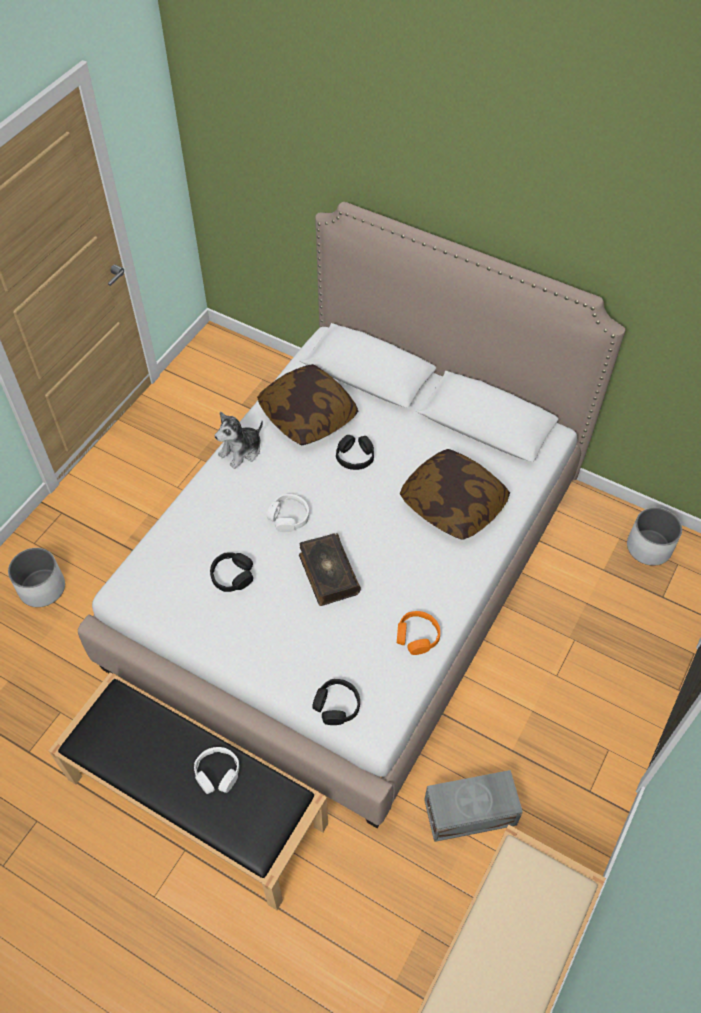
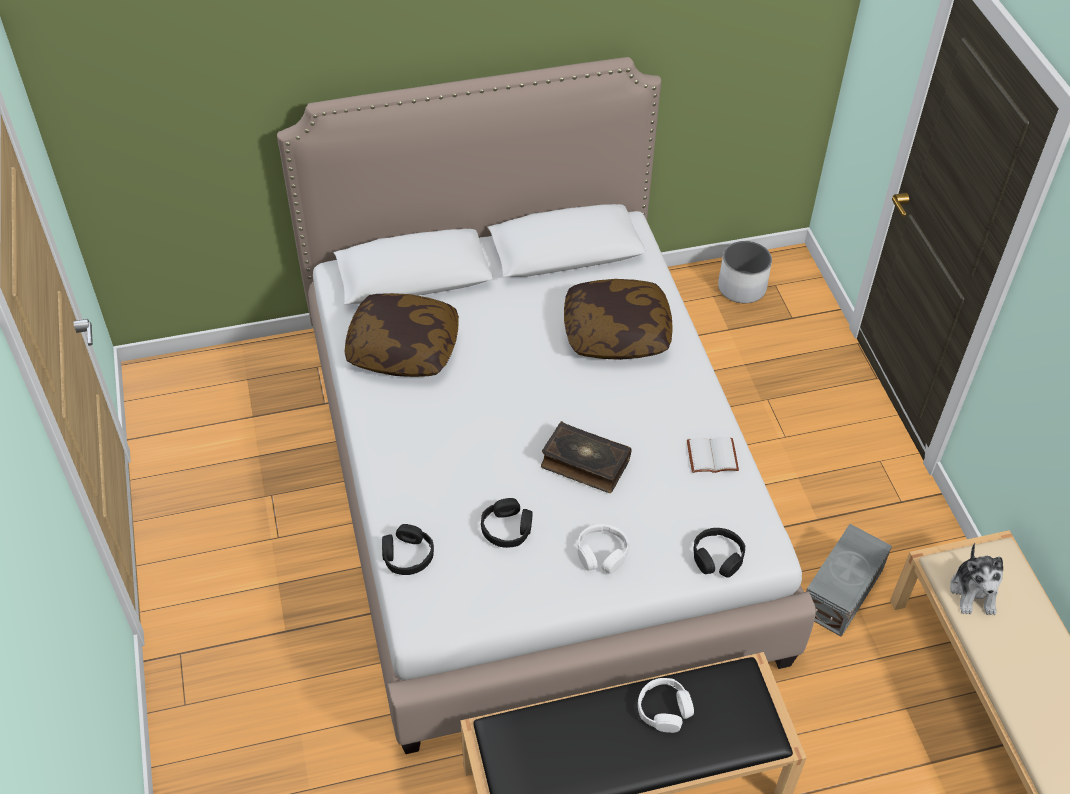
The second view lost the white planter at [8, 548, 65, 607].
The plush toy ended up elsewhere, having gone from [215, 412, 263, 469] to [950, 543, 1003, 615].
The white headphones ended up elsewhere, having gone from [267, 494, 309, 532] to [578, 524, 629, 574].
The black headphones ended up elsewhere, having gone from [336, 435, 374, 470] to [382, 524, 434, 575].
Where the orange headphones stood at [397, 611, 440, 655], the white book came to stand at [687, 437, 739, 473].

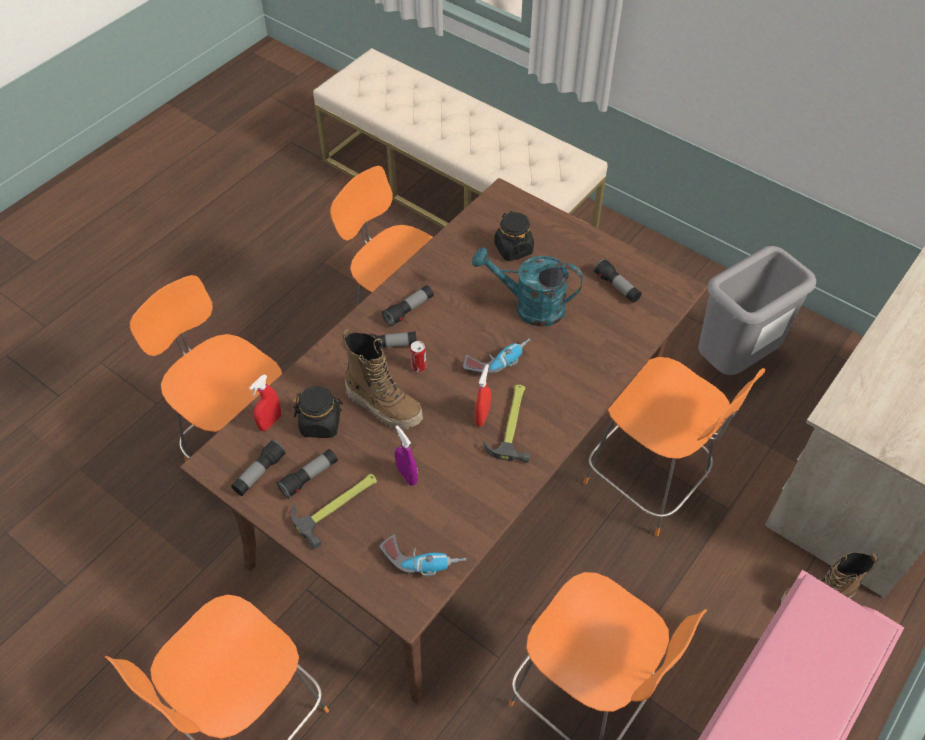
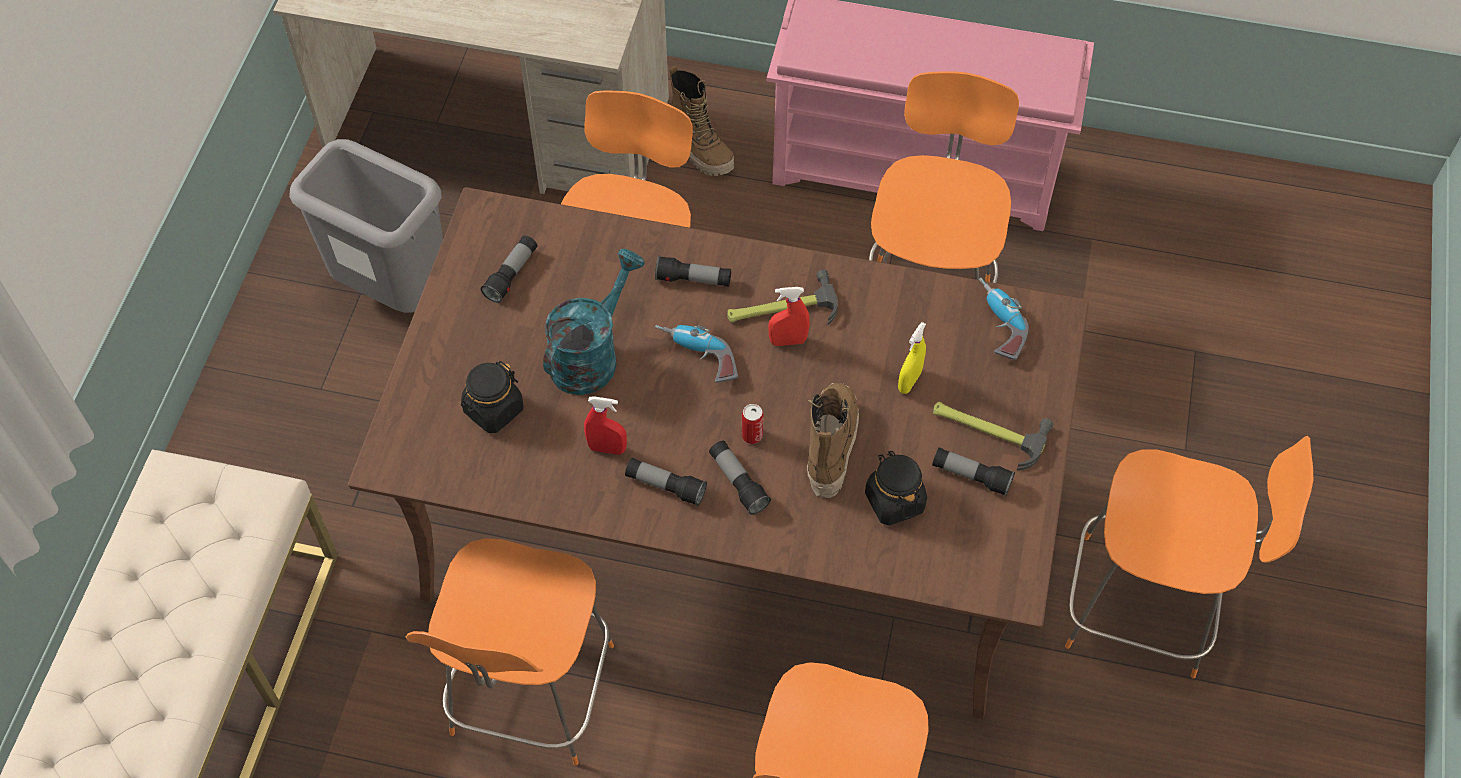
The flashlight ended up elsewhere, having gone from [231, 440, 286, 496] to [655, 256, 731, 287].
The red spray bottle ended up elsewhere, having gone from [249, 374, 281, 431] to [584, 396, 627, 455].
What was the purple spray bottle at [395, 425, 418, 486] turned into the yellow spray bottle at [898, 322, 926, 394].
The turquoise watering can at [472, 247, 583, 327] ended up facing another way, 135 degrees counterclockwise from before.

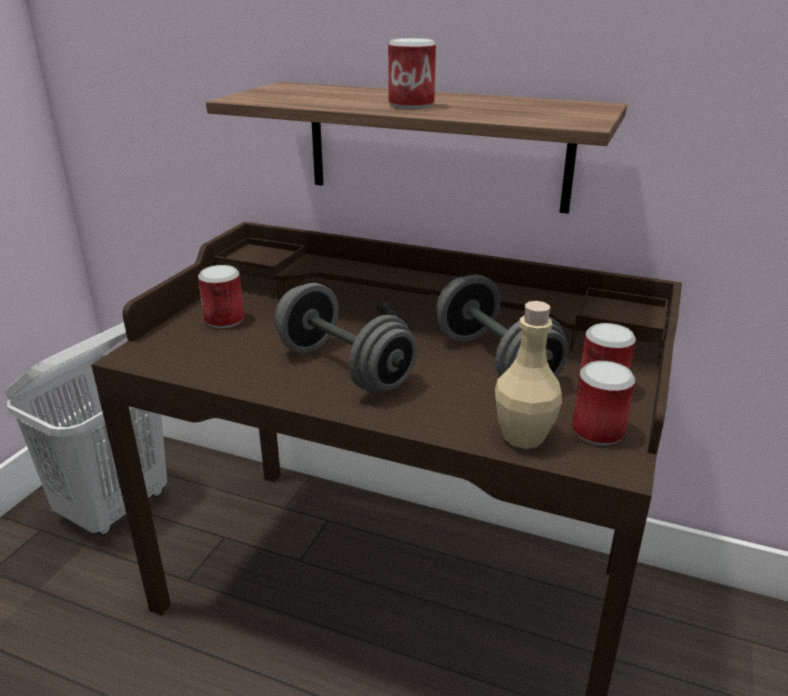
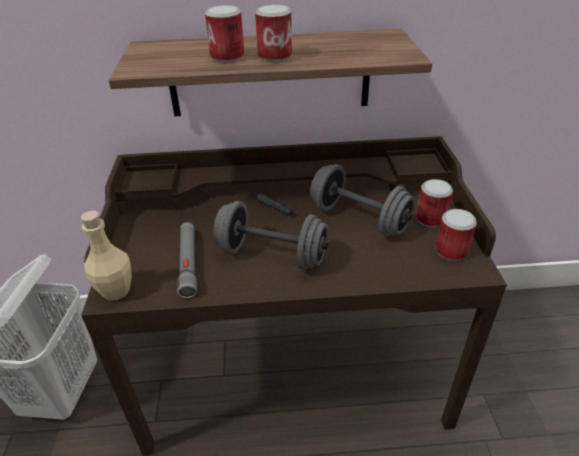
The second view gained the grey flashlight at [177, 222, 197, 298].
The can ended up elsewhere, having gone from [198, 265, 244, 328] to [205, 5, 244, 63].
The beige bottle ended up elsewhere, having gone from [495, 301, 562, 449] to [81, 211, 132, 301].

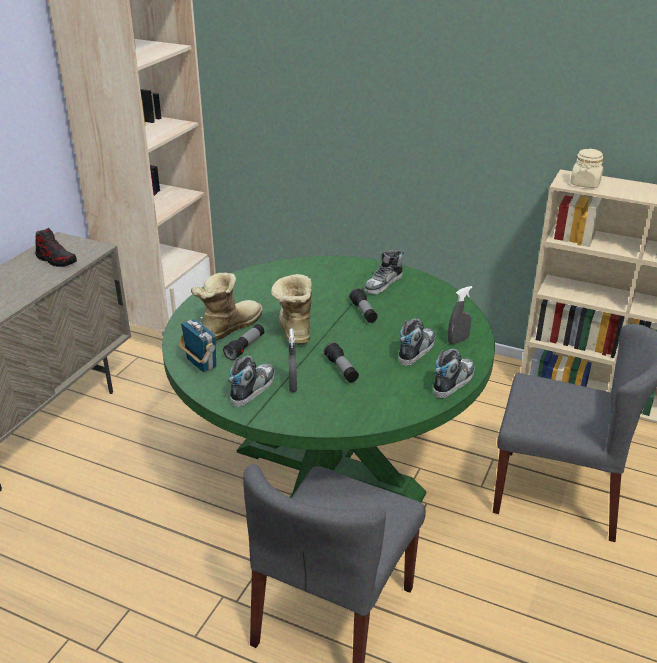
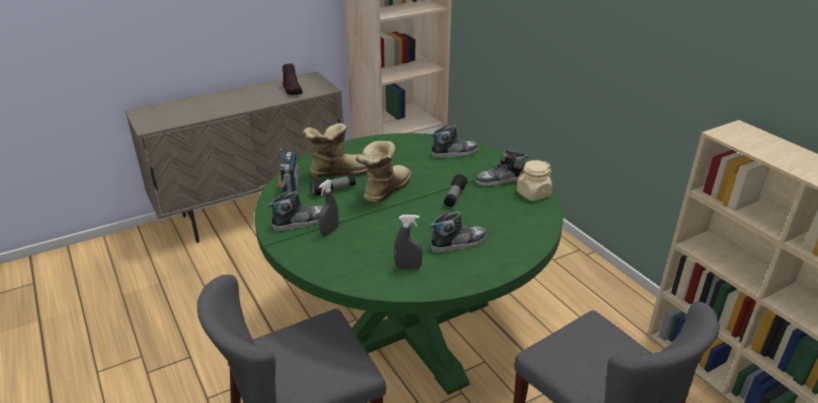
The second view lost the flashlight at [324, 342, 359, 382].
The shoe ended up elsewhere, having gone from [433, 349, 475, 398] to [431, 125, 479, 158].
The grey spray bottle ended up elsewhere, having gone from [448, 286, 472, 344] to [394, 215, 423, 270].
The beige jar ended up elsewhere, having gone from [570, 149, 603, 188] to [516, 160, 552, 201].

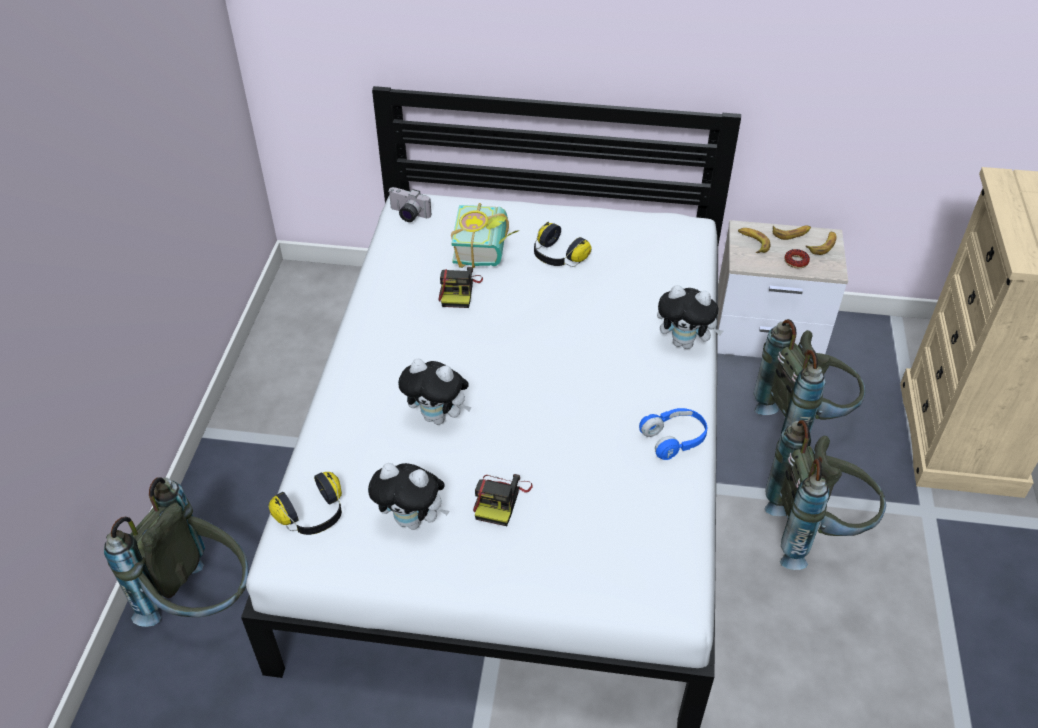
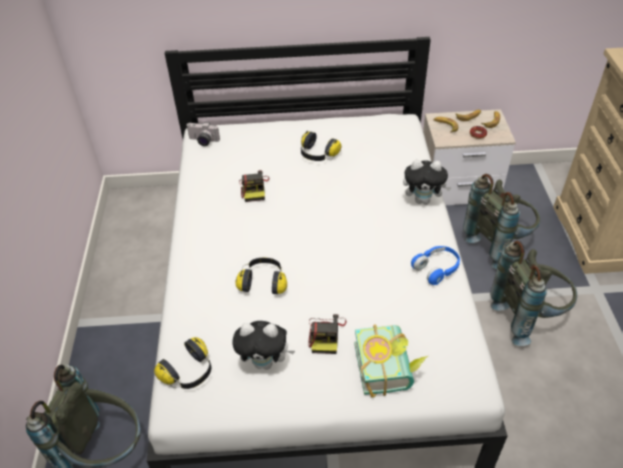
The book ended up elsewhere, having gone from [451, 203, 520, 268] to [354, 324, 428, 398].
Where the plush toy stood at [398, 359, 472, 425], the headphones came to stand at [236, 258, 287, 294].

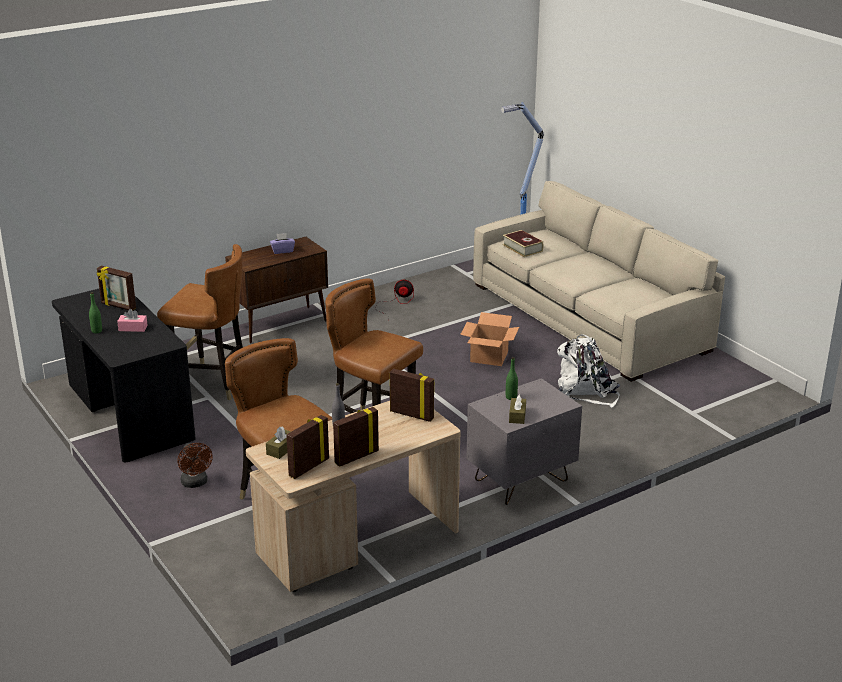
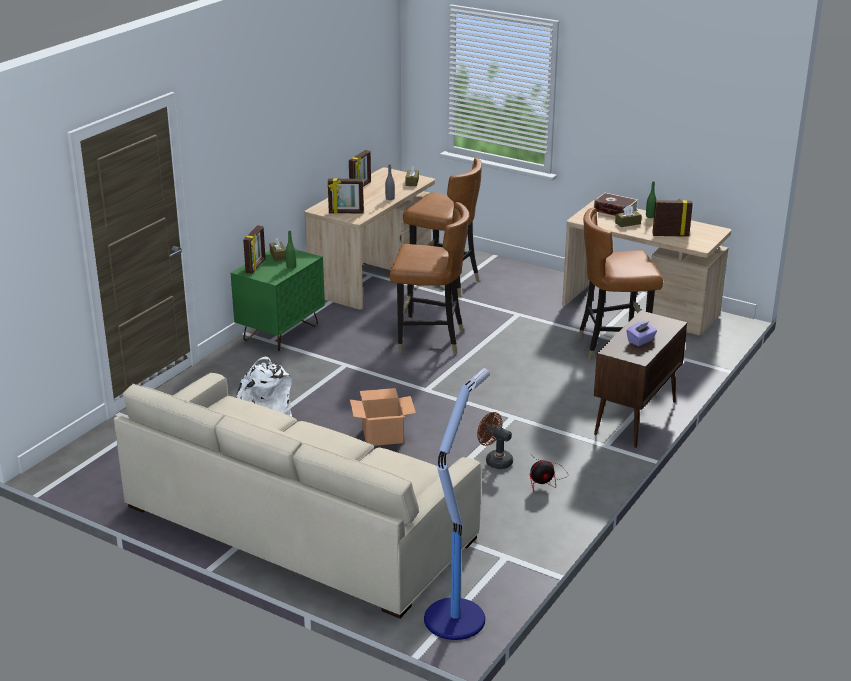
The brown fan ended up elsewhere, having gone from [177, 443, 213, 488] to [477, 412, 513, 469].
The picture frame ended up elsewhere, having gone from [286, 415, 329, 479] to [243, 225, 266, 274].
The book ended up elsewhere, having gone from [503, 230, 543, 257] to [594, 193, 638, 216].
What was the black desk at [52, 289, 196, 463] turned into the beige desk at [562, 200, 731, 336].
What was the pink tissue box at [117, 309, 147, 332] turned into the brown tissue box at [615, 205, 642, 227].
What was the grey nightstand at [466, 378, 582, 505] turned into the green nightstand at [231, 246, 325, 351].

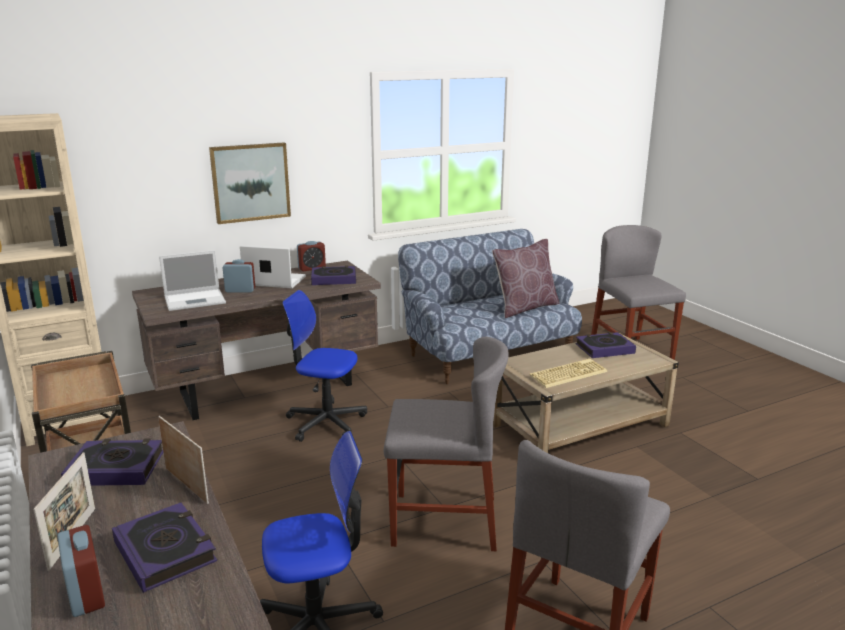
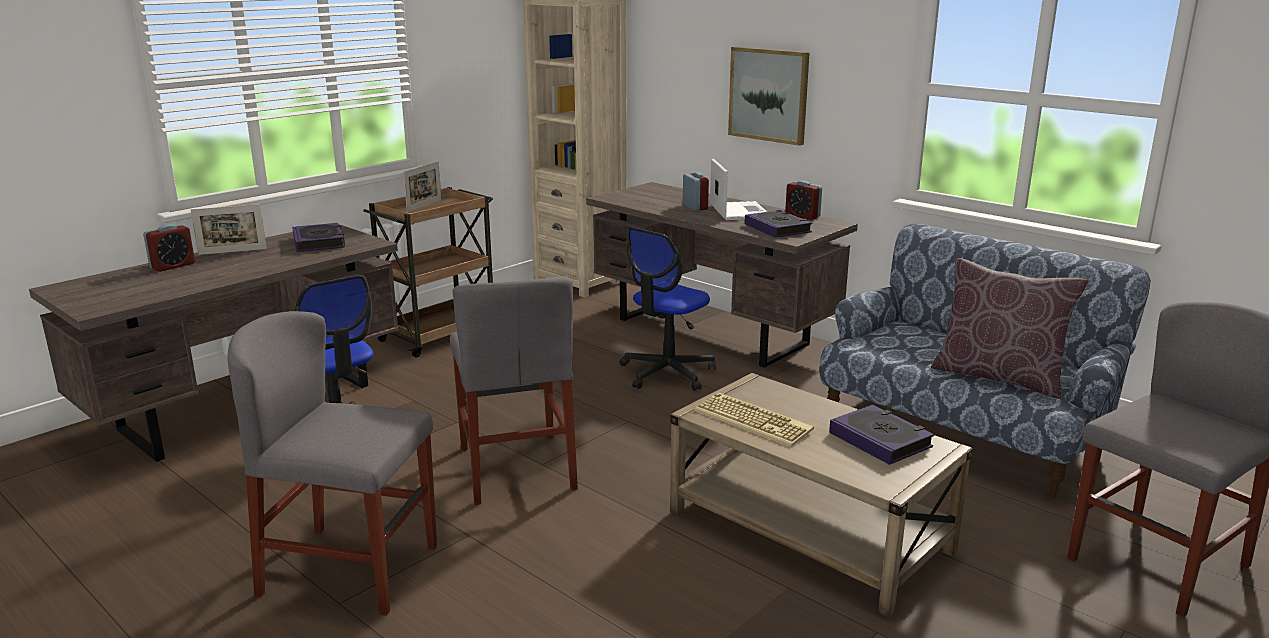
The second view lost the book at [112, 503, 217, 593].
The second view lost the laptop at [159, 250, 226, 311].
The picture frame ended up elsewhere, having gone from [158, 416, 209, 504] to [403, 162, 441, 212].
The office chair at [282, 290, 367, 442] ended up facing another way, 135 degrees counterclockwise from before.

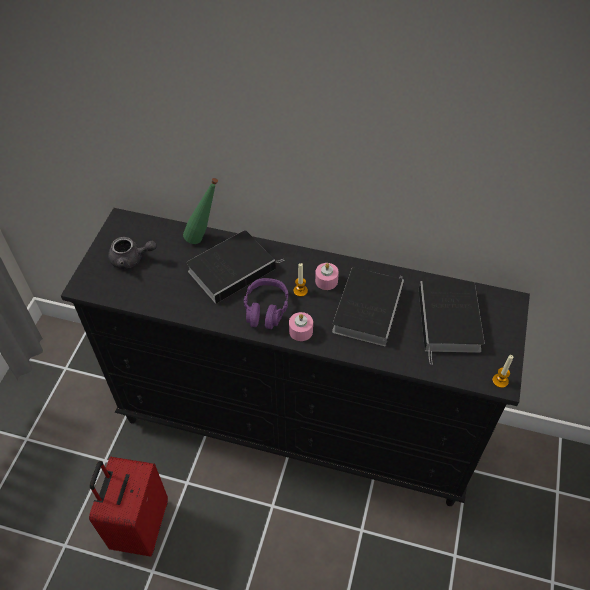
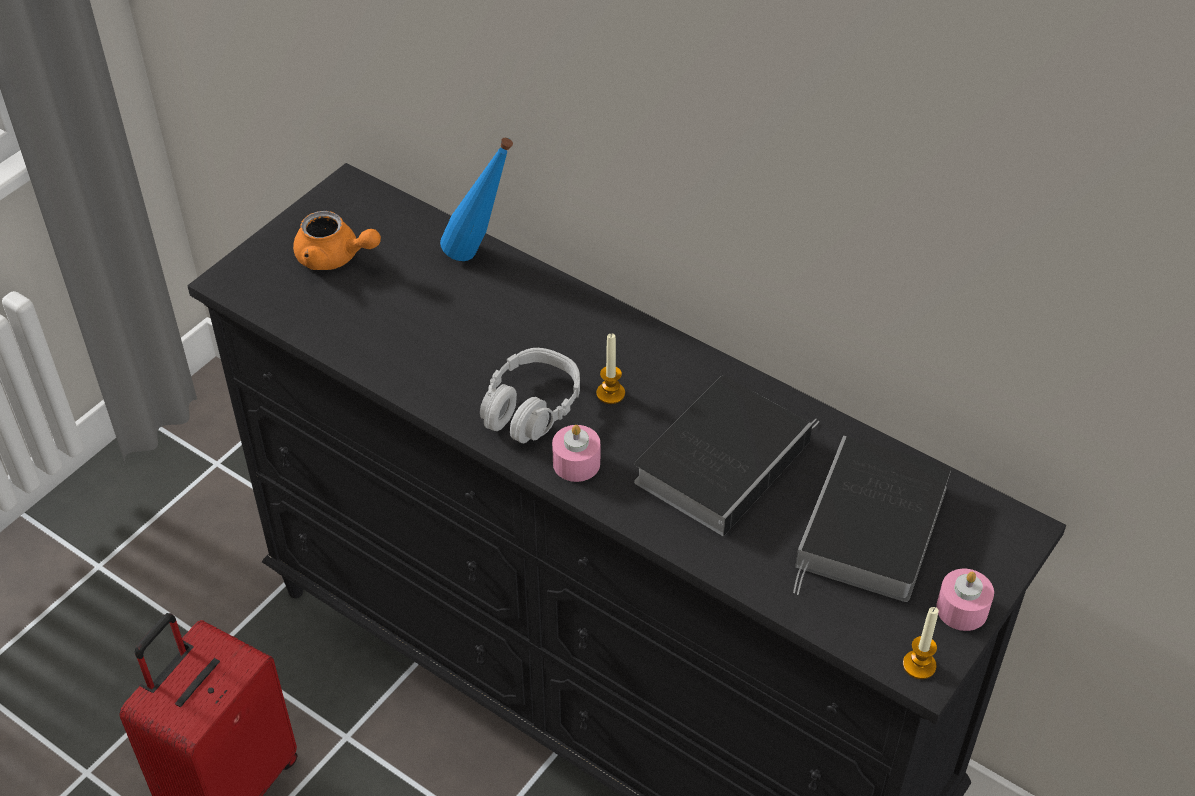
The second view lost the book at [186, 230, 284, 304].
The pink candle ended up elsewhere, having gone from [315, 263, 339, 290] to [936, 569, 994, 631].
What was the grey teapot at [108, 237, 157, 269] turned into the orange teapot at [293, 211, 381, 270].
What was the green bottle at [183, 178, 218, 244] turned into the blue bottle at [440, 138, 513, 261].
What was the purple headphones at [244, 278, 288, 329] turned into the grey headphones at [480, 348, 580, 443].

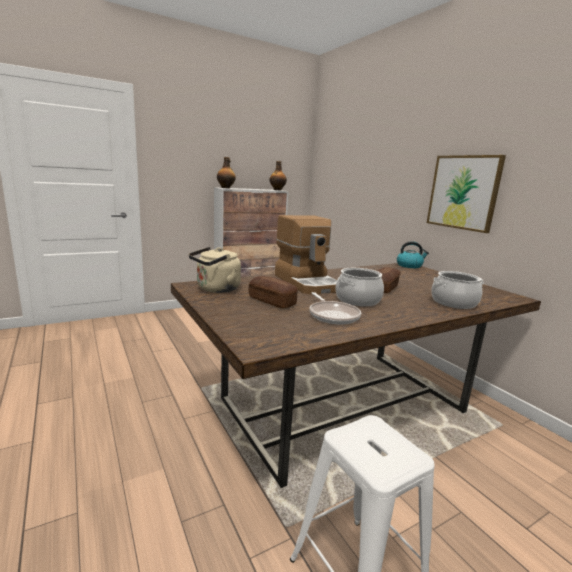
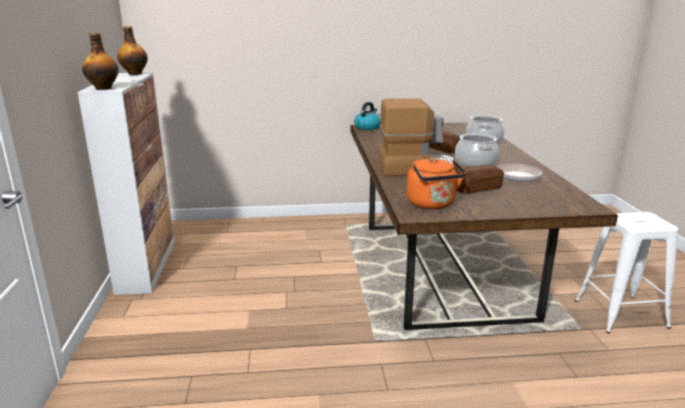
The second view lost the picture at [427, 155, 506, 233].
What was the beige kettle at [189, 247, 241, 293] turned into the orange kettle at [407, 157, 466, 209].

